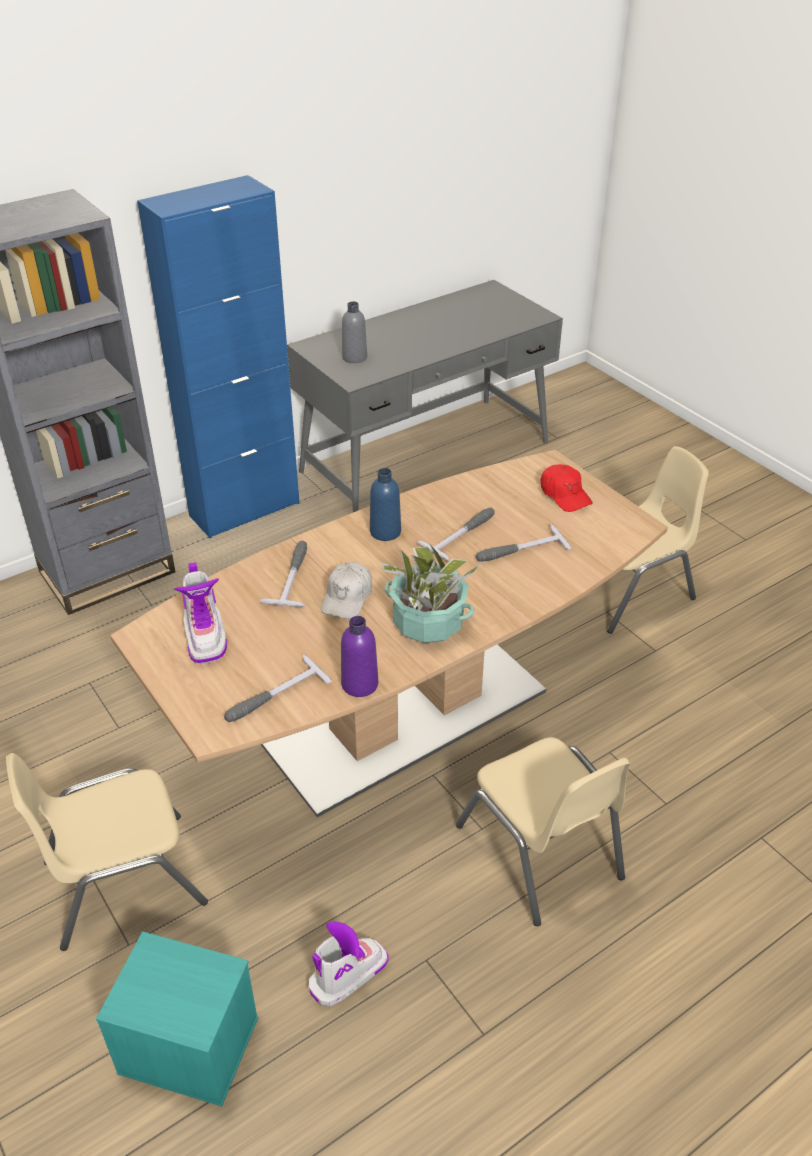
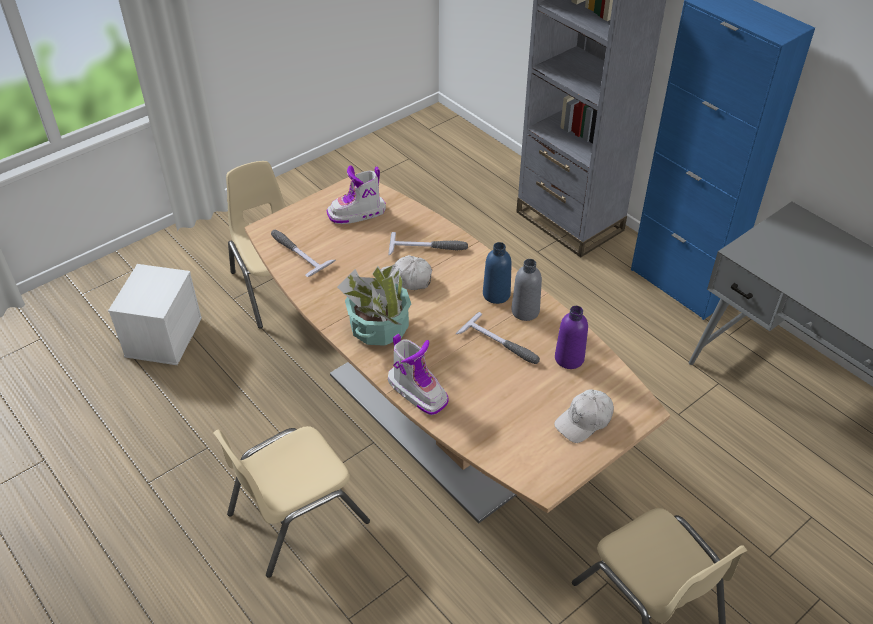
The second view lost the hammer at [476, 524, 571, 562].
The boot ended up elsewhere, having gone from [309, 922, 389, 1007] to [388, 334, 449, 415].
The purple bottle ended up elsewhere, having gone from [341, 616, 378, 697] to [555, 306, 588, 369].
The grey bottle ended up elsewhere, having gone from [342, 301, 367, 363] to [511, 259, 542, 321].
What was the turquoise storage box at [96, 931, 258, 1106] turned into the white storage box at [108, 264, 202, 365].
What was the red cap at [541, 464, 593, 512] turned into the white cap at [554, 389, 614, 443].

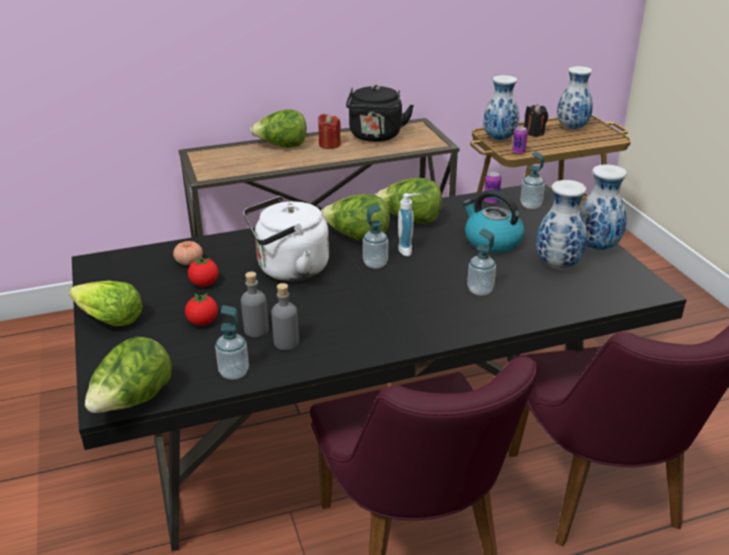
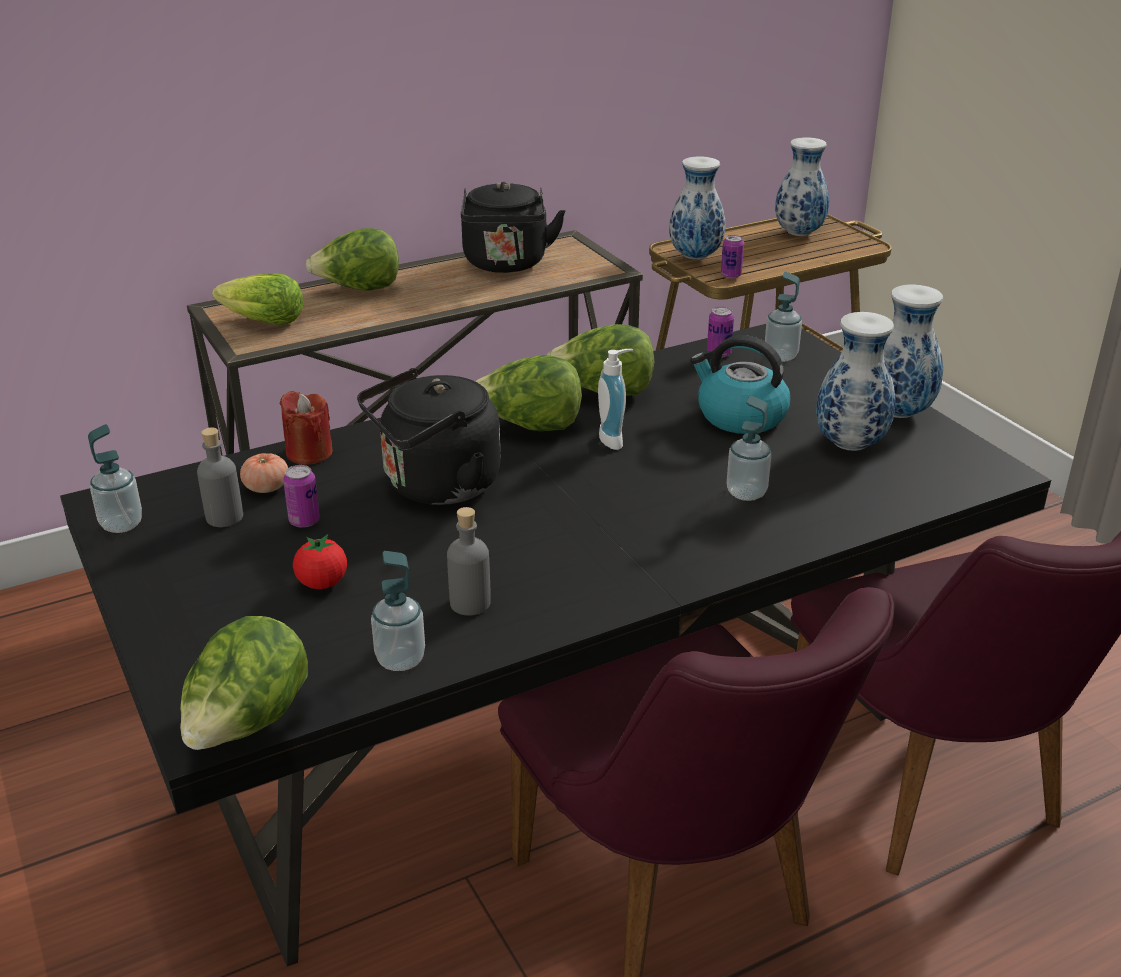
The second view lost the black candle at [524, 104, 548, 137].
The lettuce ended up elsewhere, having gone from [69, 281, 143, 326] to [212, 274, 304, 325].
The grey bottle ended up elsewhere, having gone from [241, 272, 269, 337] to [197, 428, 243, 527].
The red candle ended up elsewhere, having gone from [318, 114, 341, 149] to [279, 391, 332, 465].
The soap dispenser ended up elsewhere, having gone from [363, 205, 388, 269] to [88, 424, 142, 533].
Where the tomato stood at [188, 256, 219, 287], the can came to stand at [283, 465, 320, 528].
What was the white kettle at [243, 196, 329, 281] turned into the black kettle at [357, 368, 501, 505].

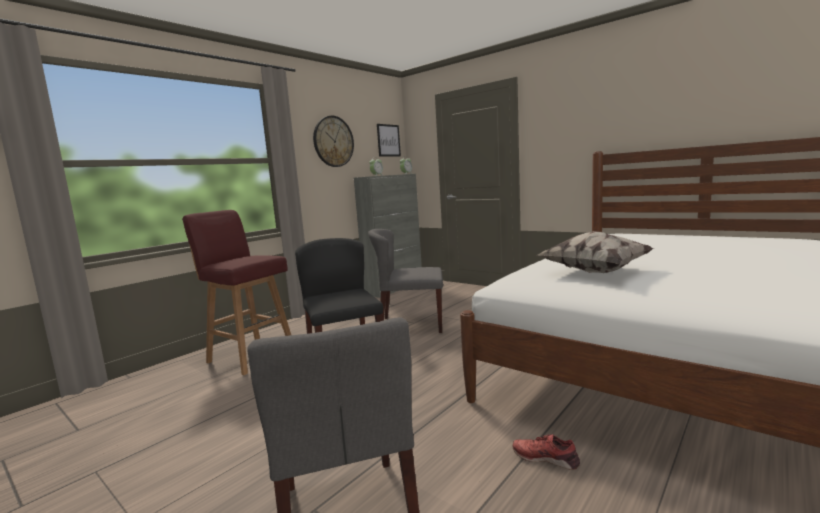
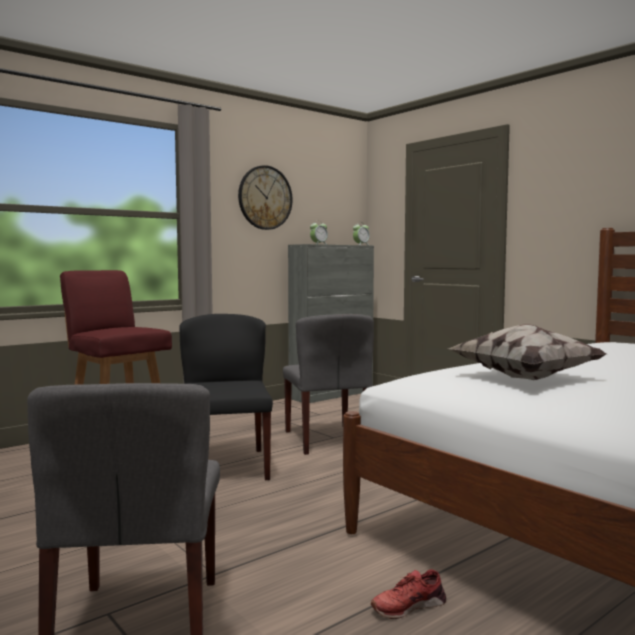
The second view lost the picture at [377, 124, 401, 157].
The grey chair at [368, 229, 443, 333] ended up facing another way, 120 degrees counterclockwise from before.
The red shoe at [513, 434, 580, 470] ended up facing another way, 60 degrees counterclockwise from before.

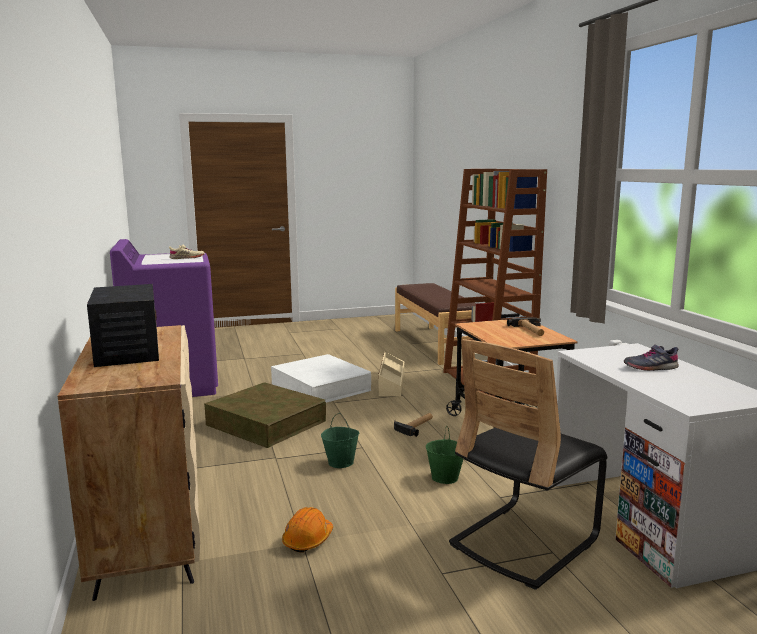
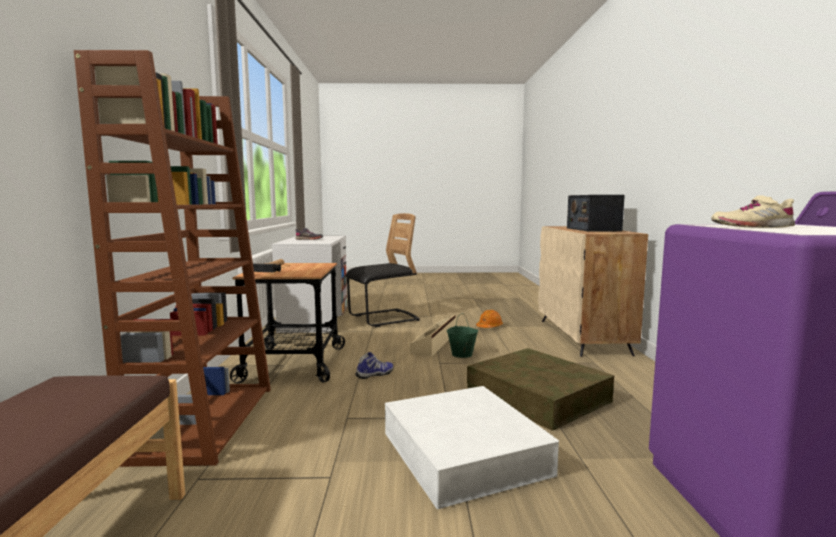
The second view lost the green bucket at [426, 426, 463, 484].
The beige storage box ended up elsewhere, having gone from [378, 352, 405, 396] to [410, 315, 455, 357].
Where the hammer stood at [394, 413, 433, 437], the shoe came to stand at [356, 352, 394, 379].

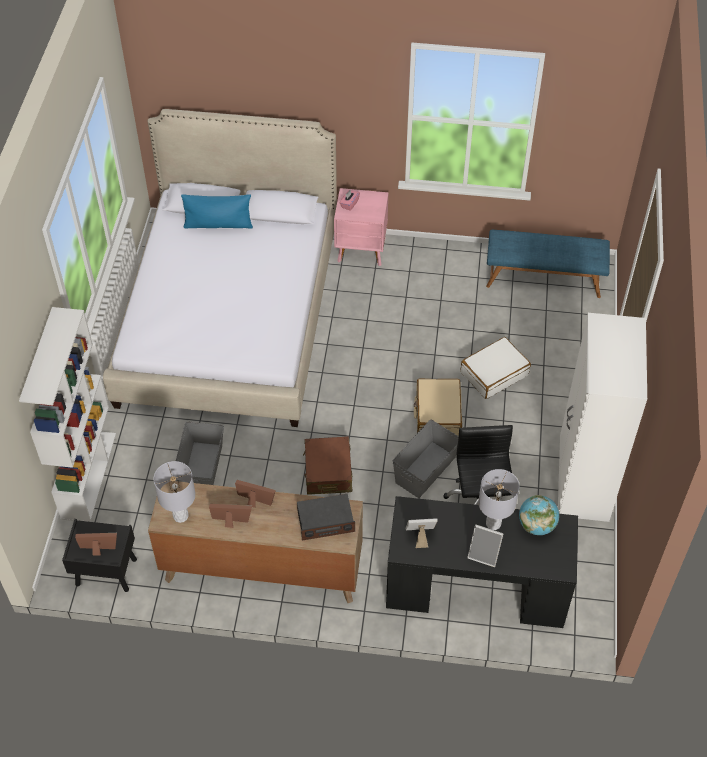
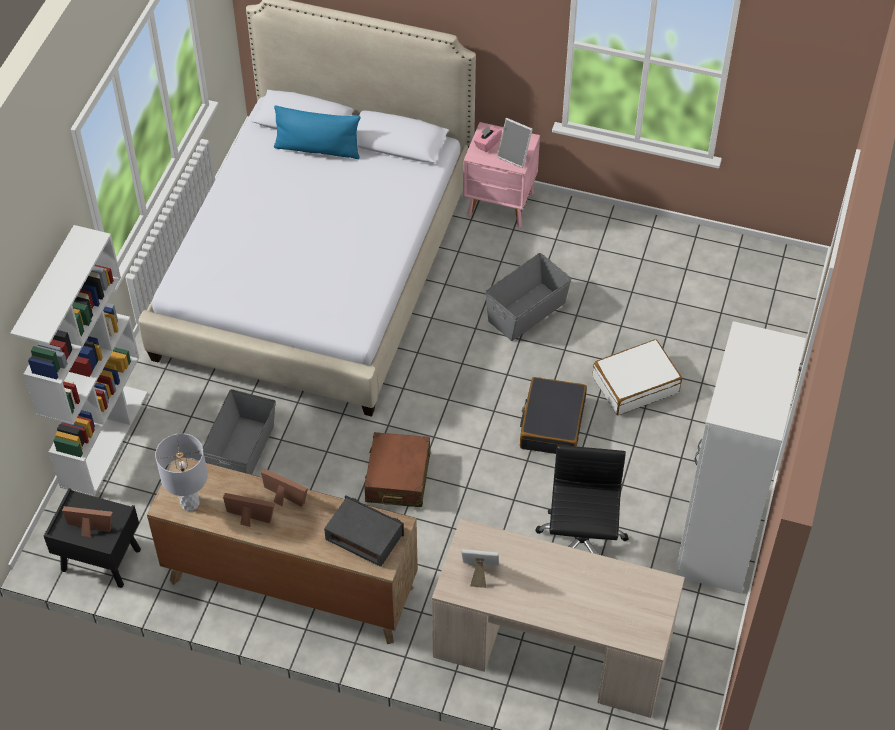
The second view lost the grey table lamp at [478, 469, 519, 530].
The second view lost the blue bench at [486, 230, 610, 298].
The second view lost the globe at [519, 495, 559, 535].
The grey storage box ended up elsewhere, having gone from [393, 420, 459, 498] to [485, 253, 572, 341].
The picture frame ended up elsewhere, having gone from [467, 524, 503, 567] to [497, 118, 533, 168].
What was the black desk at [386, 496, 578, 628] turned into the beige desk at [432, 518, 685, 718].
What was the beige suitcase at [414, 379, 462, 436] turned into the black suitcase at [520, 377, 587, 454].
The radio at [297, 494, 355, 540] ended up facing another way, 150 degrees counterclockwise from before.

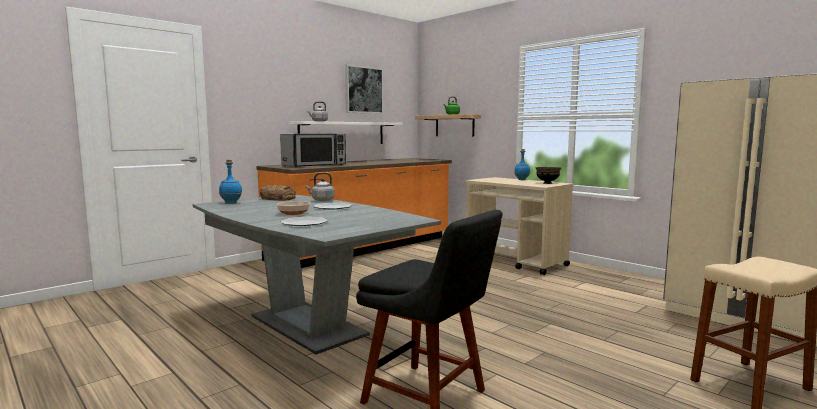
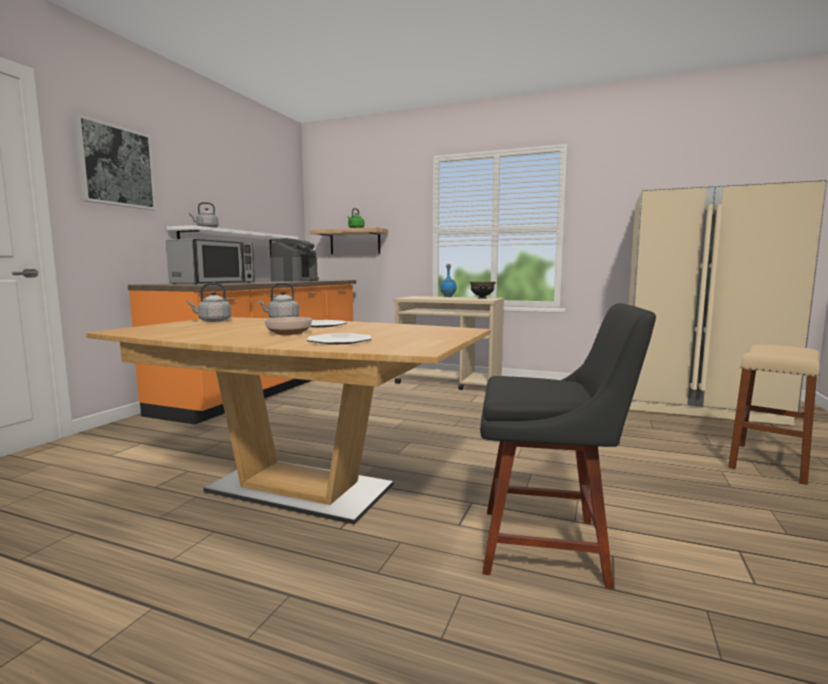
The second view lost the blue bottle at [219, 159, 242, 204].
The second view gained the coffee machine at [270, 238, 319, 282].
The picture ended up elsewhere, having gone from [345, 64, 384, 114] to [73, 114, 156, 210].
Where the bread stood at [260, 185, 296, 201], the grey kettle came to stand at [187, 283, 231, 322].
What was the grey dining table at [193, 195, 441, 355] turned into the brown dining table at [86, 317, 491, 524].

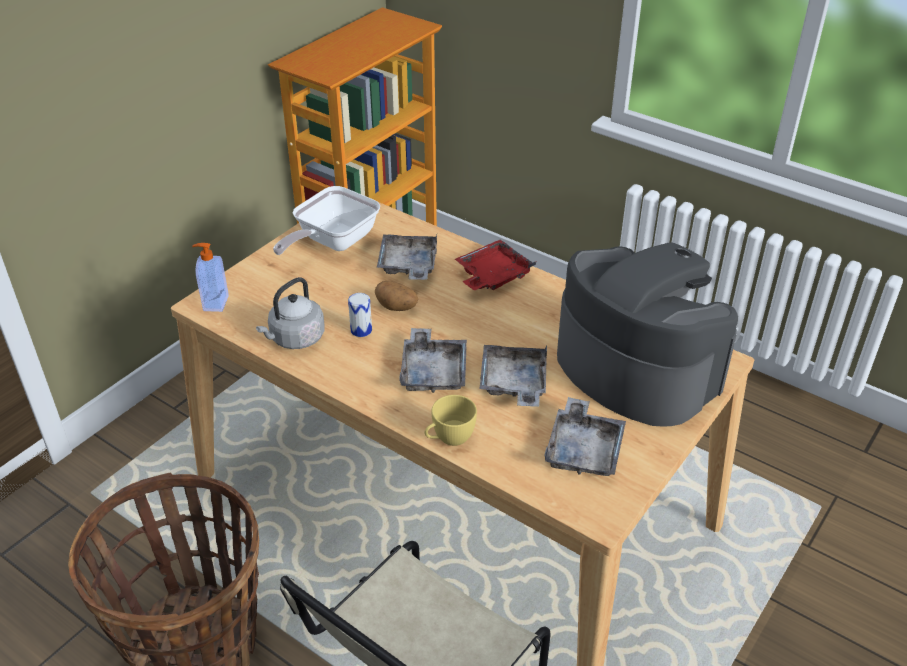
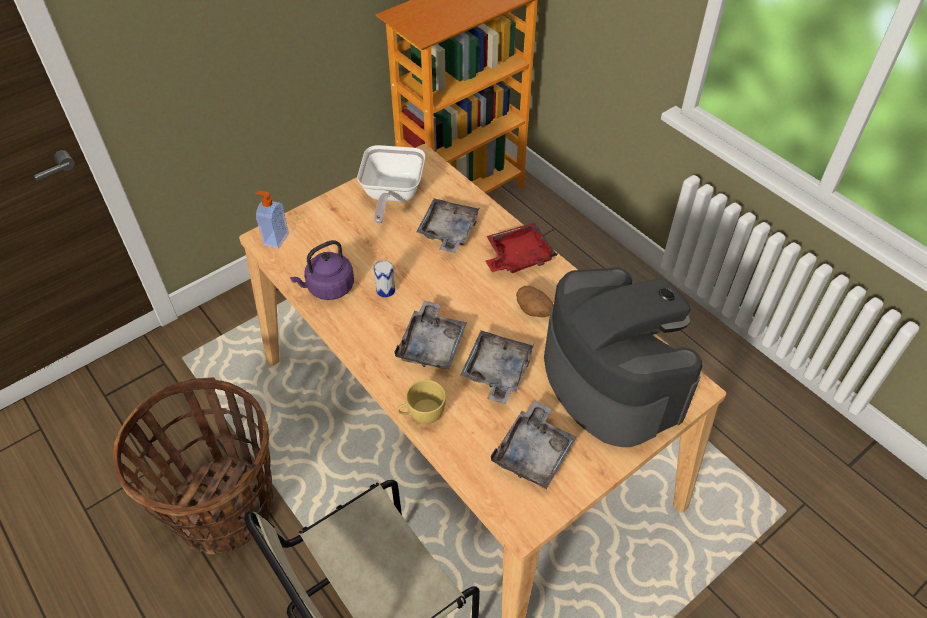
The potato ended up elsewhere, having gone from [375, 281, 418, 311] to [516, 286, 553, 317].
What was the grey kettle at [256, 277, 325, 349] turned into the purple kettle at [290, 240, 354, 300].
The frying pan at [273, 186, 380, 255] ended up facing another way, 45 degrees counterclockwise from before.

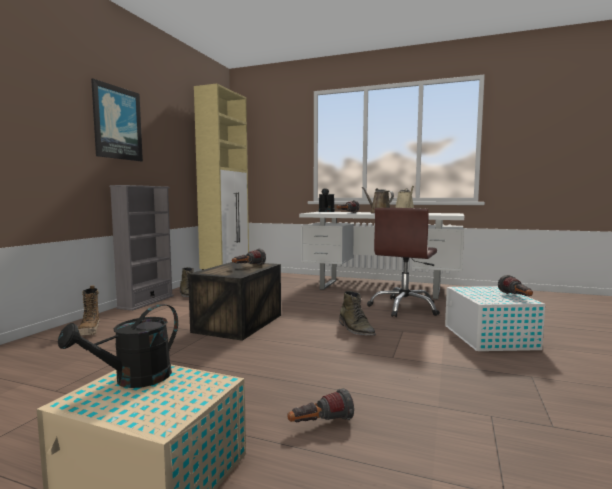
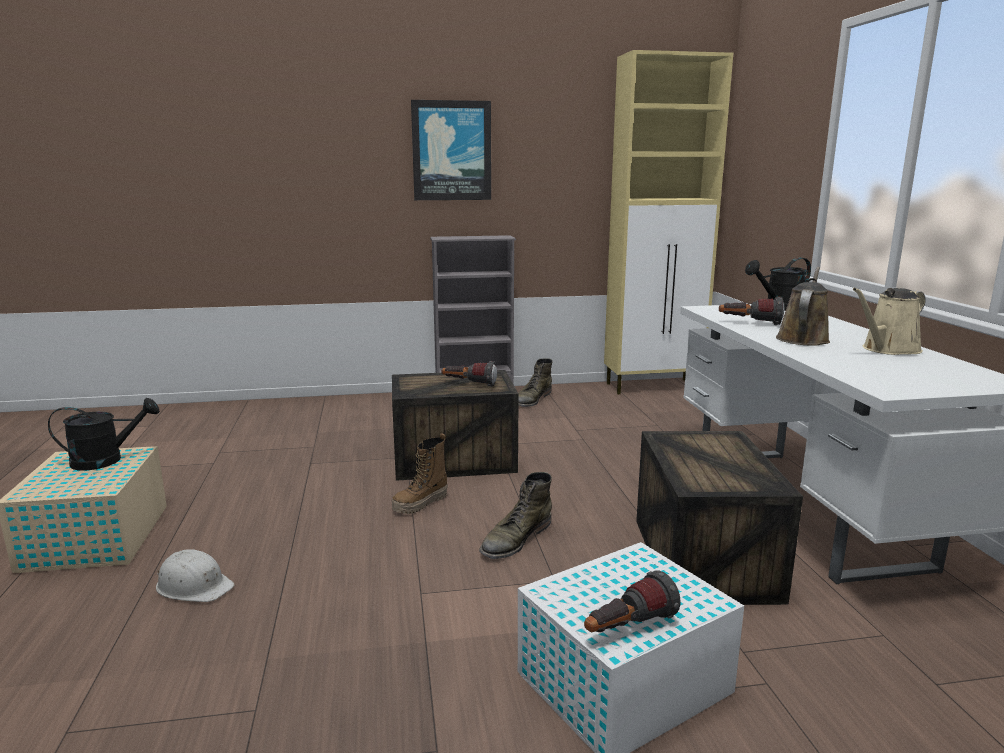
The boot ended up elsewhere, having gone from [78, 285, 100, 336] to [392, 433, 448, 514].
Where the flashlight stood at [287, 388, 354, 422], the white hard hat came to stand at [156, 549, 235, 602].
Where the brown office chair stood at [367, 208, 440, 317], the crate came to stand at [636, 431, 803, 605].
The black watering can at [58, 304, 178, 388] ended up facing another way, 150 degrees clockwise from before.

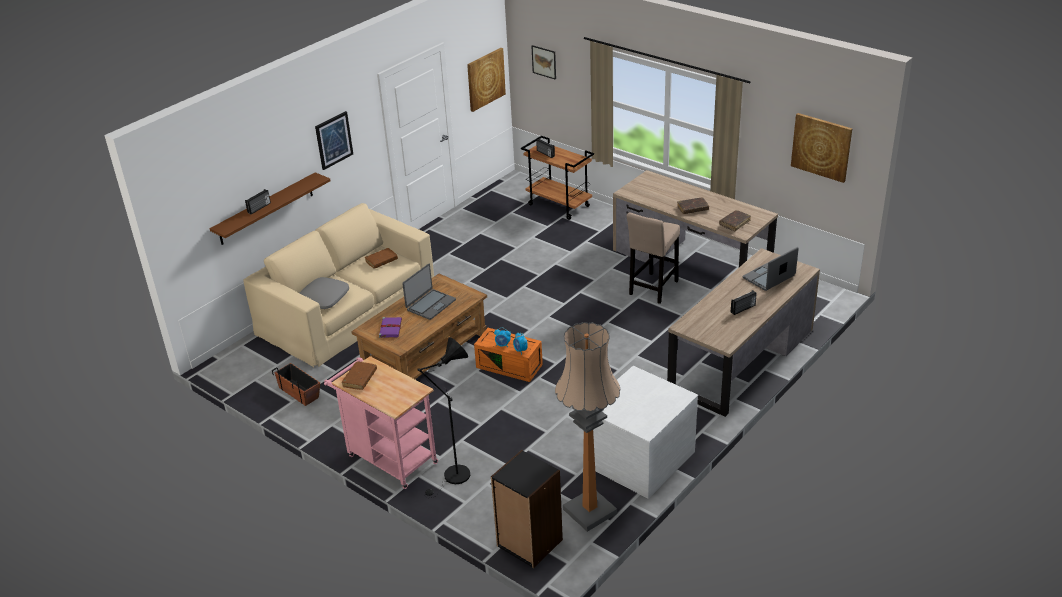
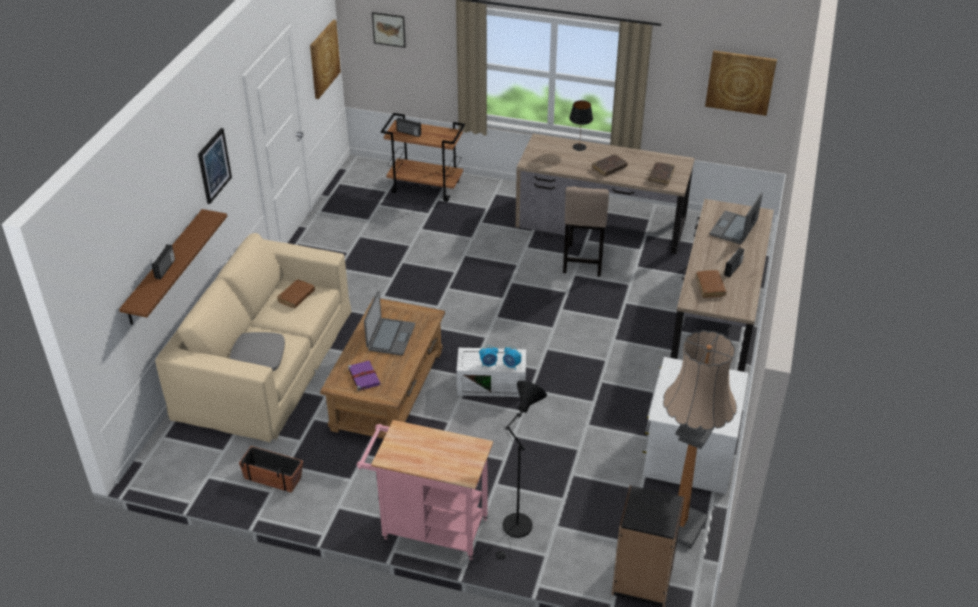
The second view gained the black table lamp at [569, 100, 593, 151].
The brown book ended up elsewhere, having gone from [342, 362, 377, 390] to [695, 270, 726, 298].
What was the orange storage box at [474, 328, 543, 382] turned into the white storage box at [456, 348, 526, 397].

